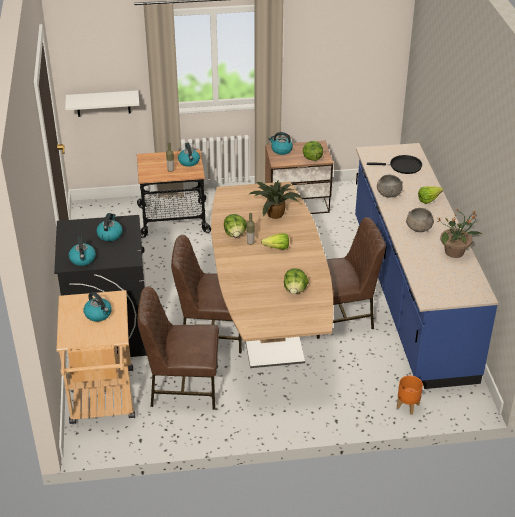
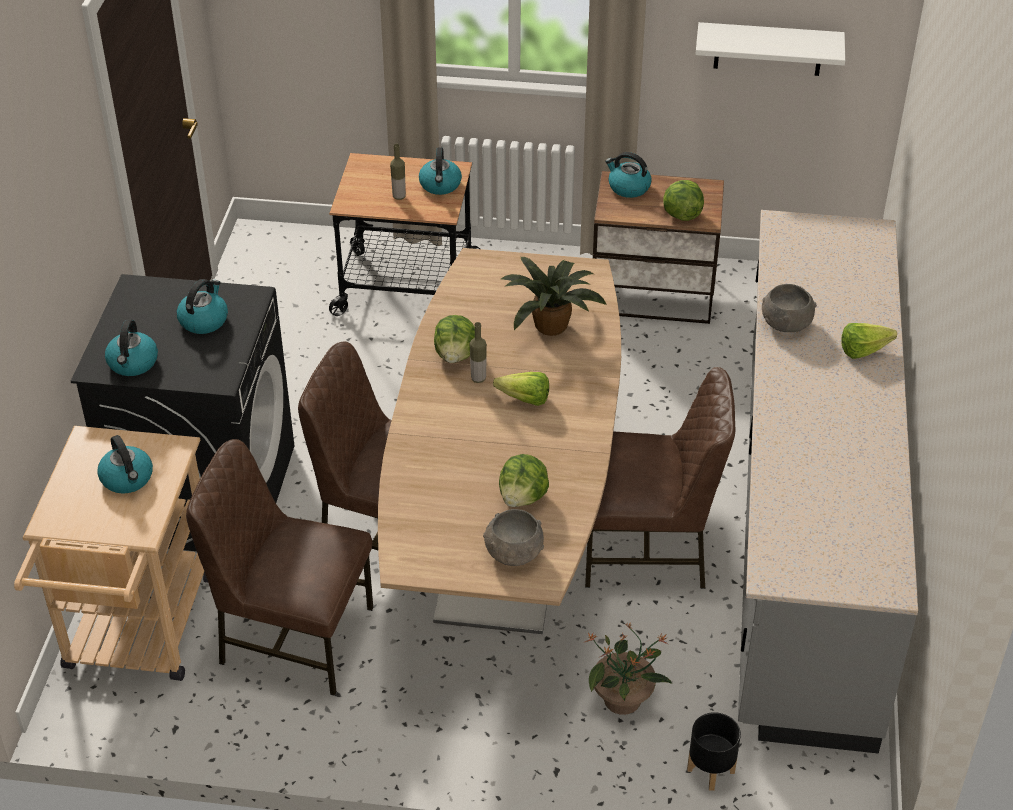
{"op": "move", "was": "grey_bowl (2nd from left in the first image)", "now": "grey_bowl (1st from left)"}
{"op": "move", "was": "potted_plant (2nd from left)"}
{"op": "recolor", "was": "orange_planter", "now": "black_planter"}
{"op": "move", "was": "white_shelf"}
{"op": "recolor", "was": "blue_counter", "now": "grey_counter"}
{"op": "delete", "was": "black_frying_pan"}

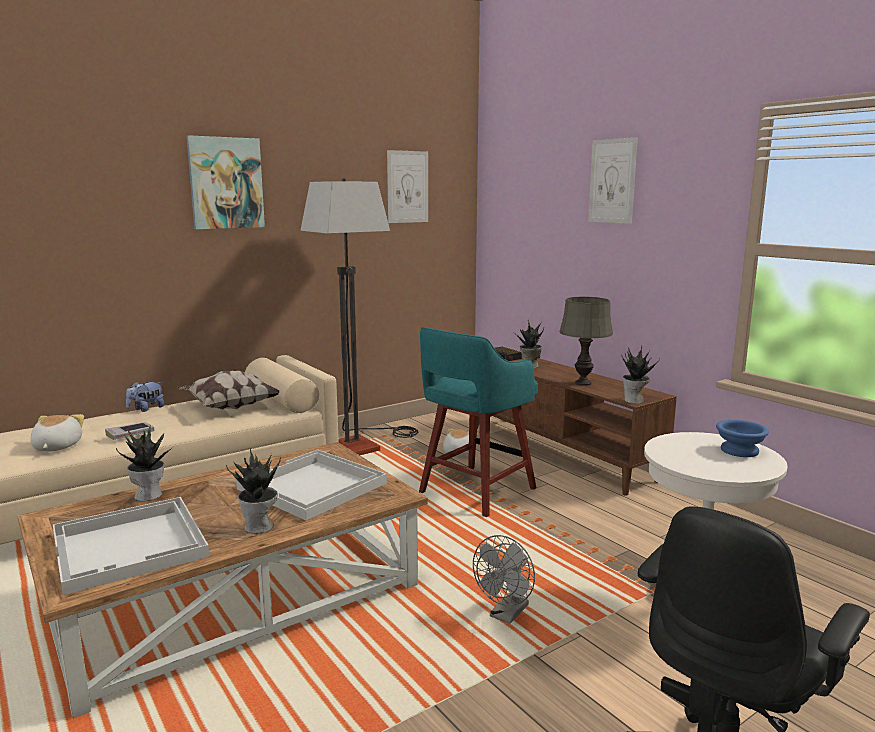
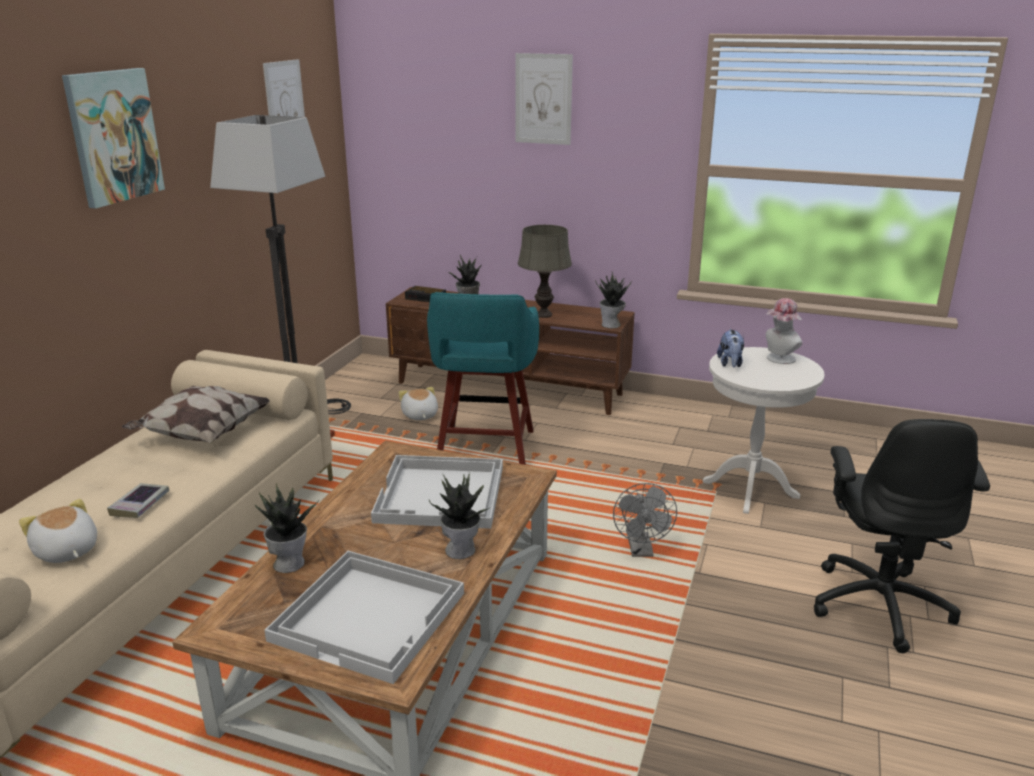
{"op": "move", "was": "plush_toy (2nd from left in the first image)", "now": "plush_toy (3rd from left)"}
{"op": "replace", "was": "blue_bowl", "now": "hat"}

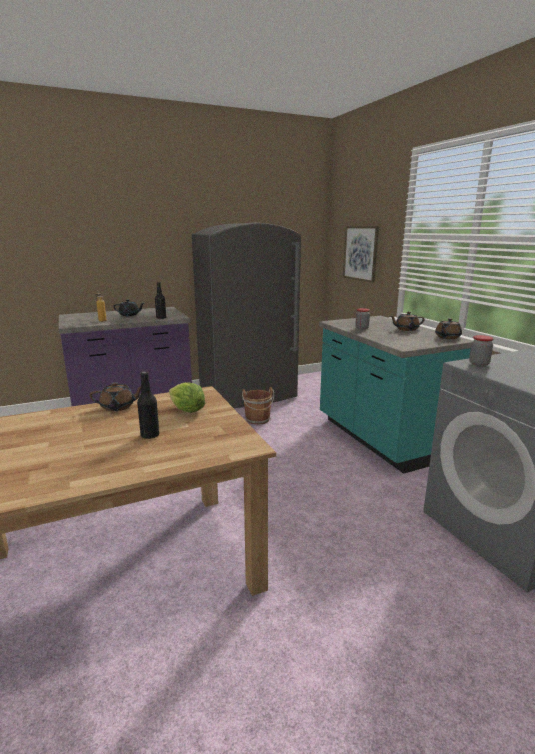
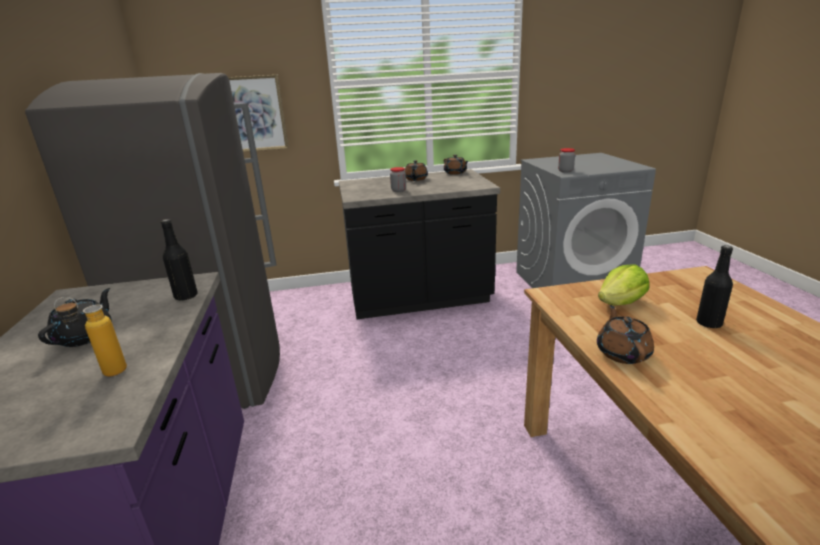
{"op": "recolor", "was": "turquoise_counter", "now": "black_counter"}
{"op": "delete", "was": "brown_bucket"}

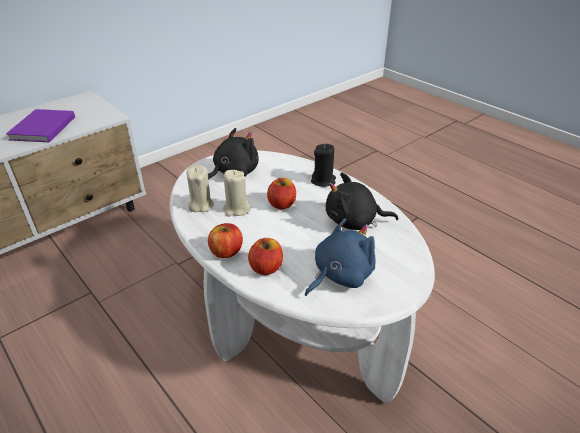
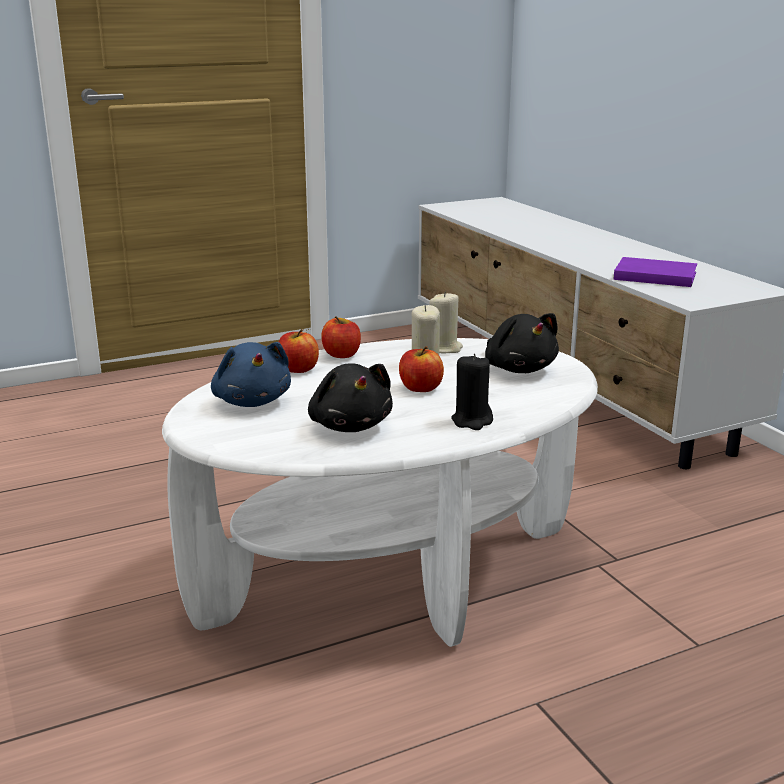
{"op": "rotate", "was": "black_plush_toy (2nd from left in the first image)", "clockwise": 135}

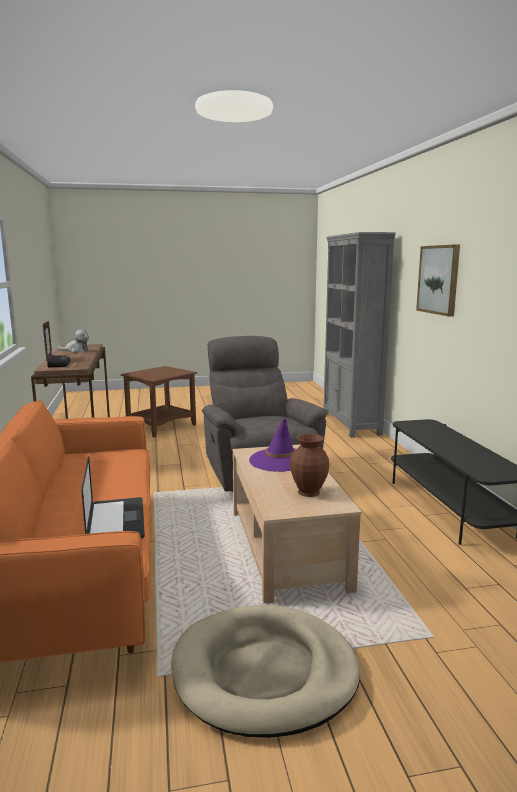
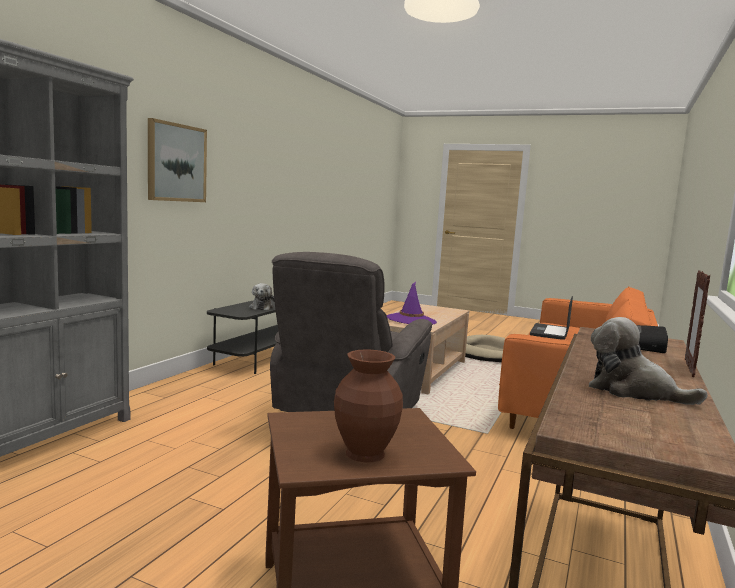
{"op": "insert", "now": "plush_toy (1st from left)"}
{"op": "move", "was": "brown_vase"}

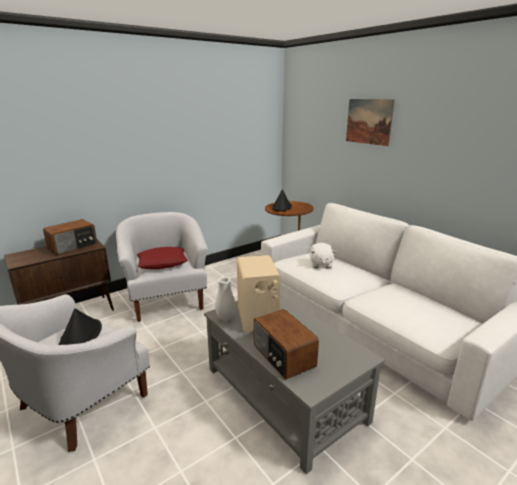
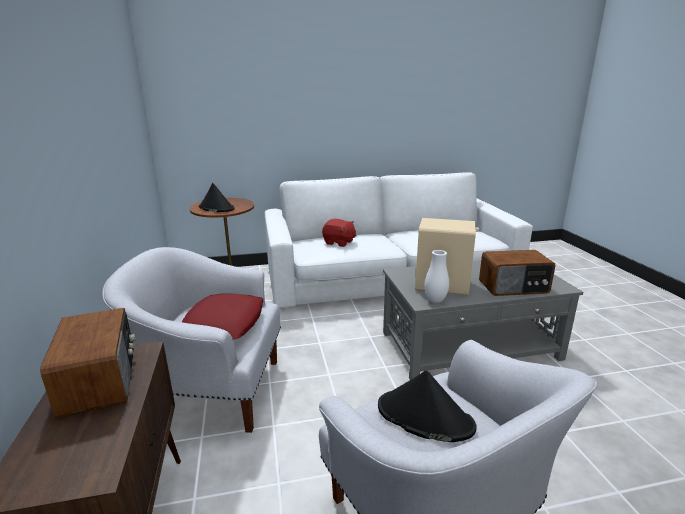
{"op": "recolor", "was": "white_plush_toy", "now": "red_plush_toy"}
{"op": "delete", "was": "picture"}

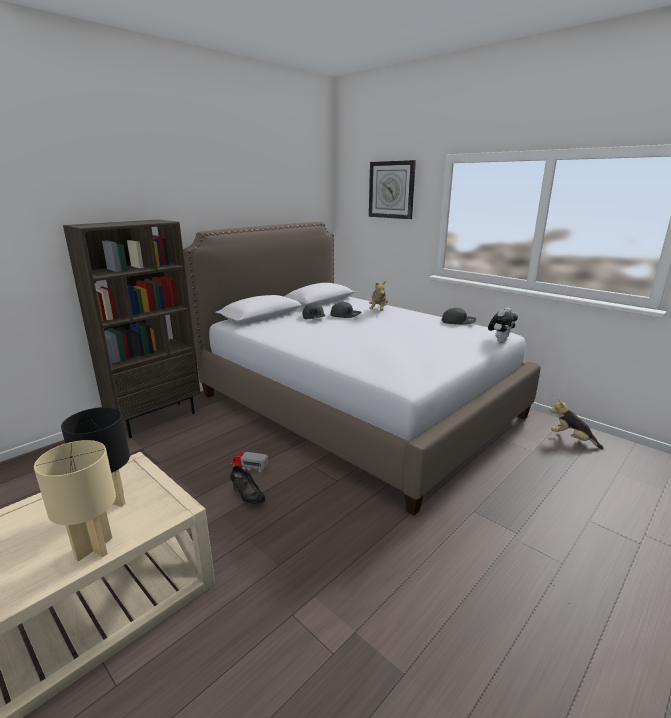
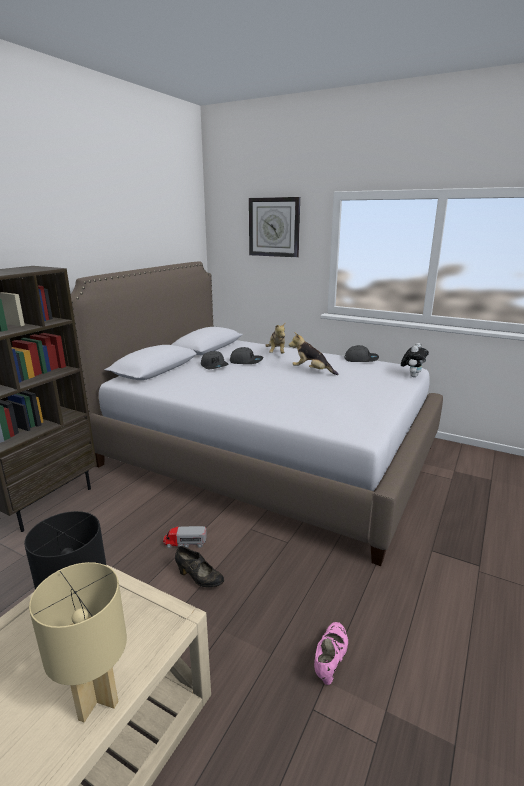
{"op": "move", "was": "plush_toy (3rd from left in the first image)", "now": "plush_toy (2nd from left)"}
{"op": "insert", "now": "pink_shoe"}

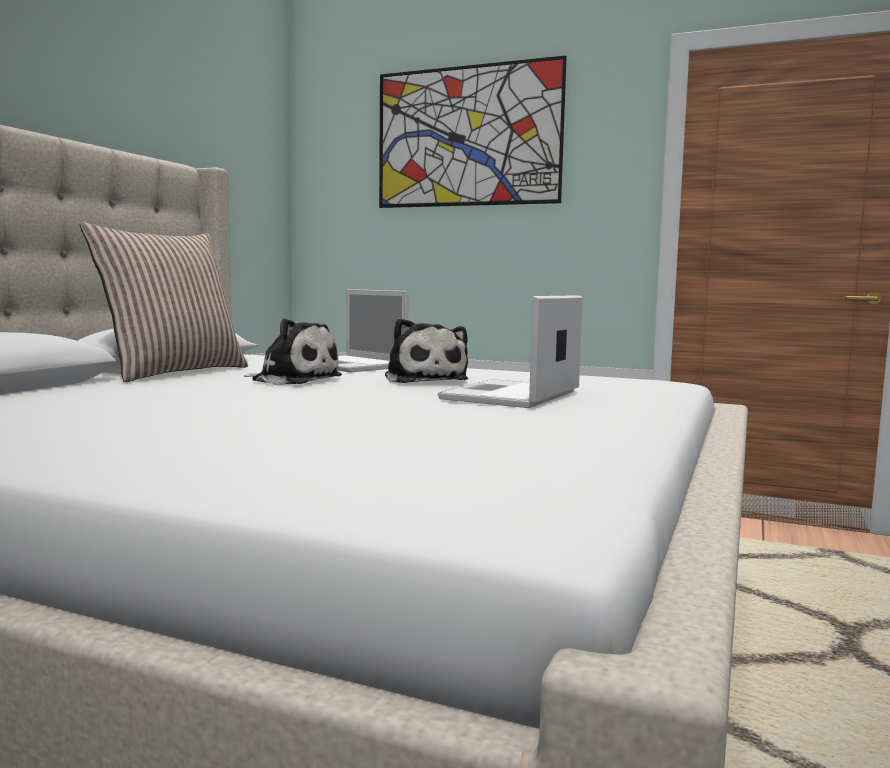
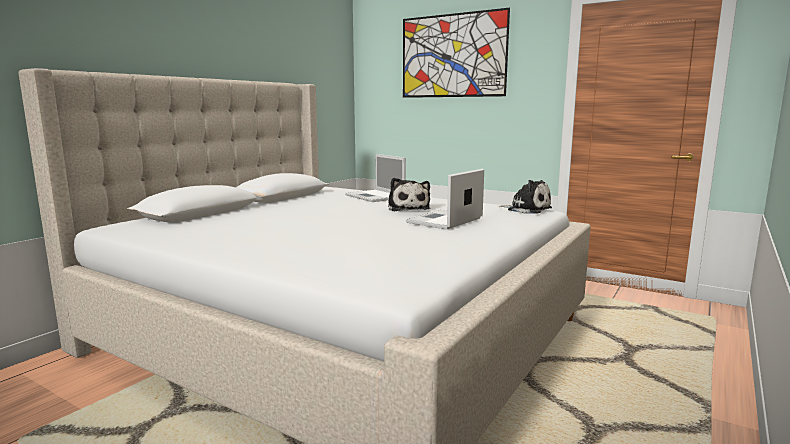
{"op": "move", "was": "plush_toy (1st from left in the first image)", "now": "plush_toy (2nd from left)"}
{"op": "delete", "was": "pillow"}

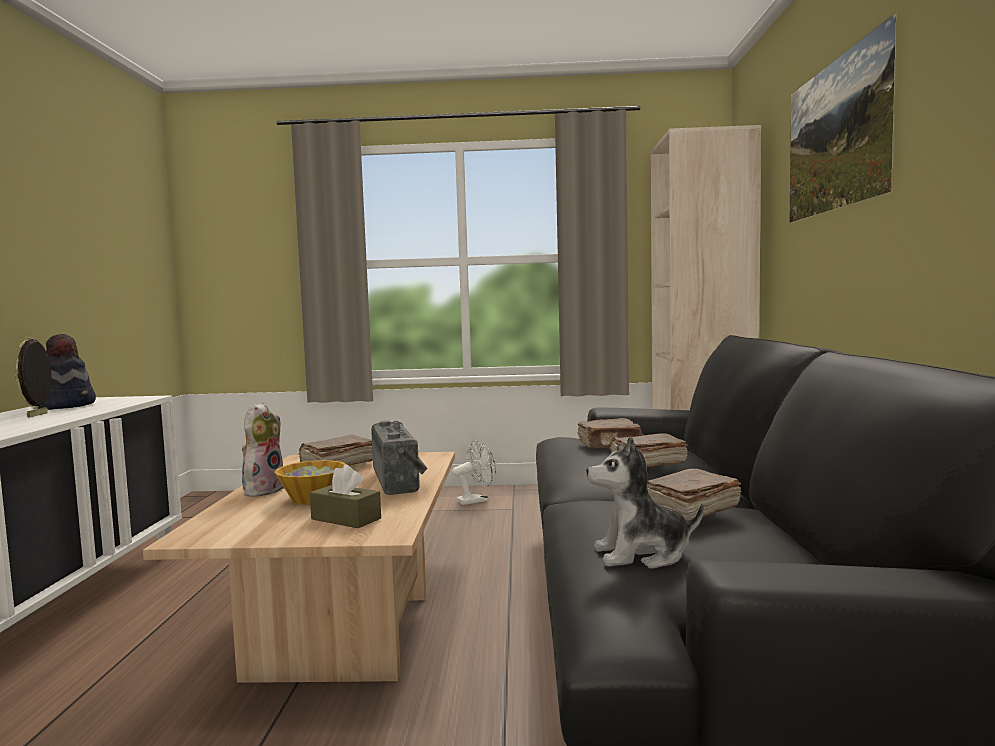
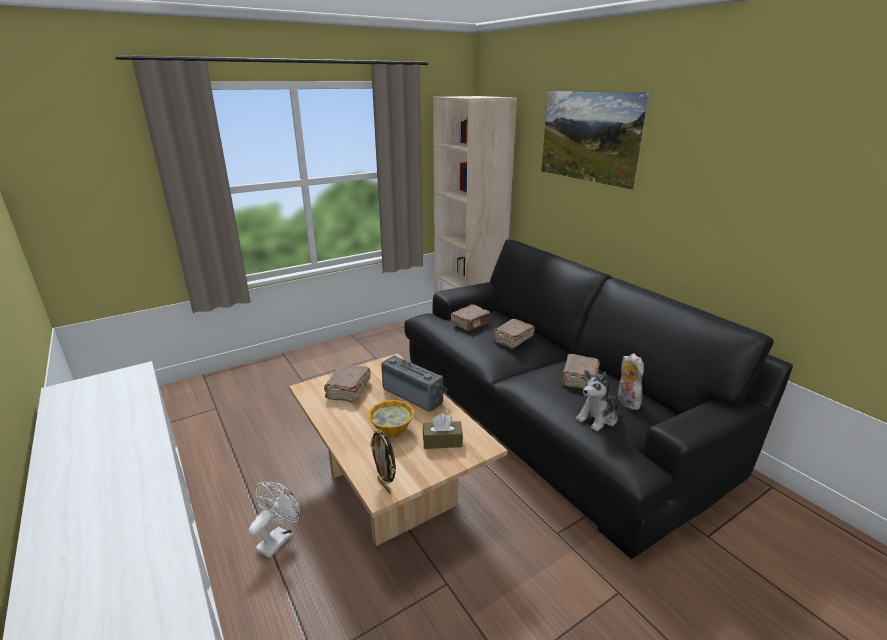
{"op": "move", "was": "white_fan"}
{"op": "move", "was": "picture_frame"}
{"op": "move", "was": "plush_toy (1st from left in the first image)", "now": "plush_toy (2nd from left)"}
{"op": "delete", "was": "hat"}

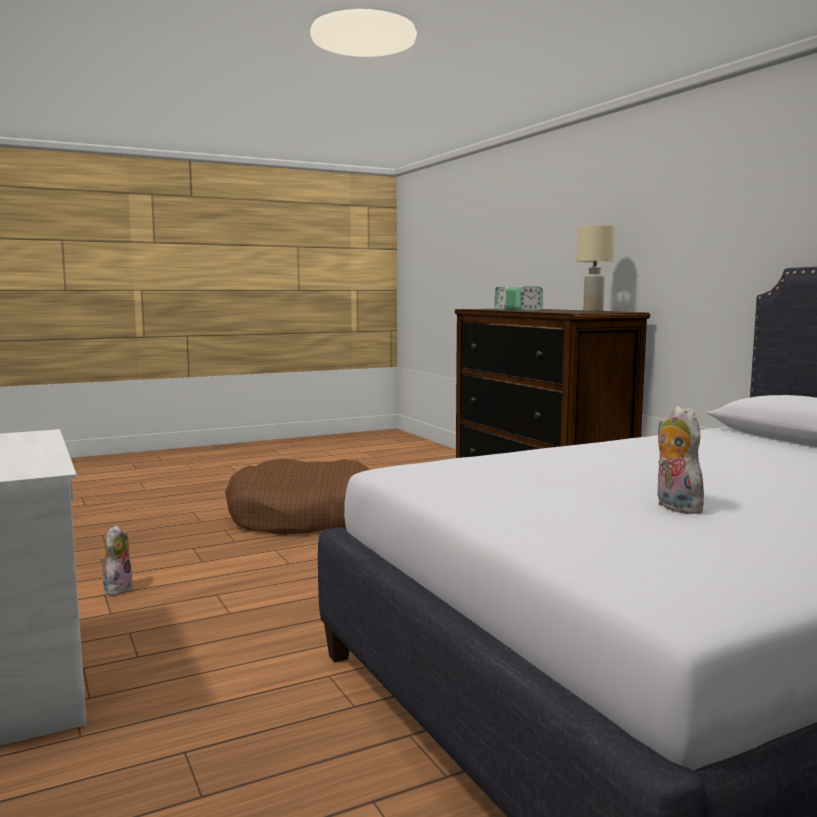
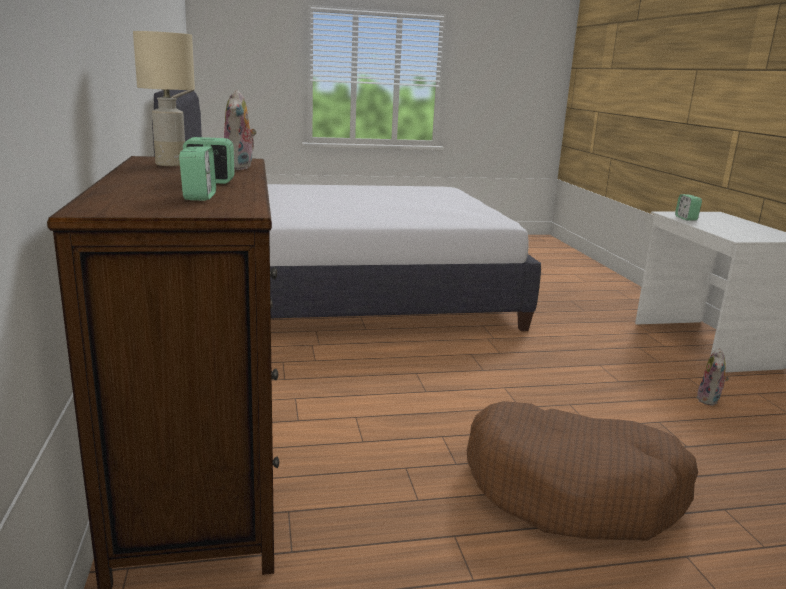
{"op": "move", "was": "plush_toy (2nd from left in the first image)", "now": "plush_toy (1st from left)"}
{"op": "insert", "now": "alarm_clock (3rd from left)"}

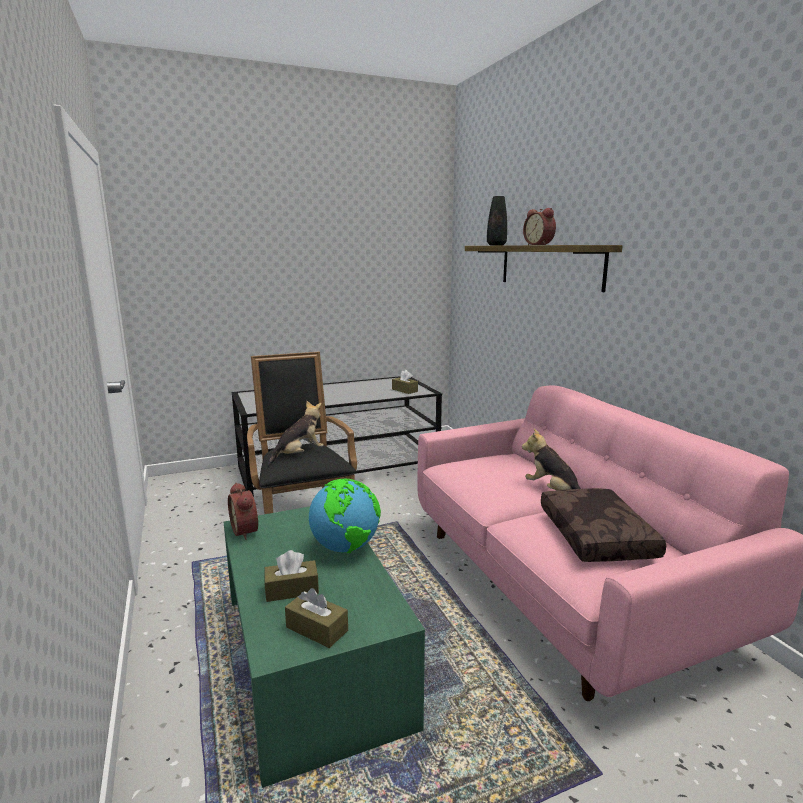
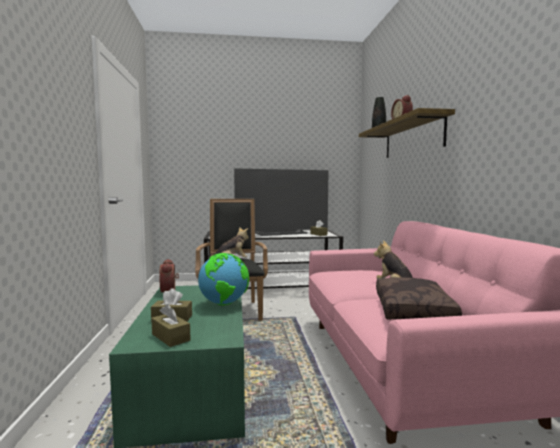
{"op": "insert", "now": "television"}

